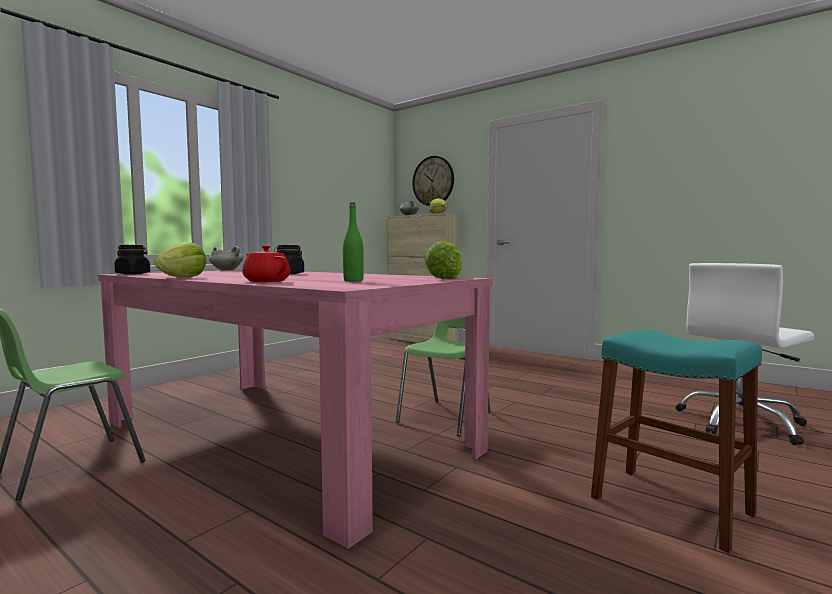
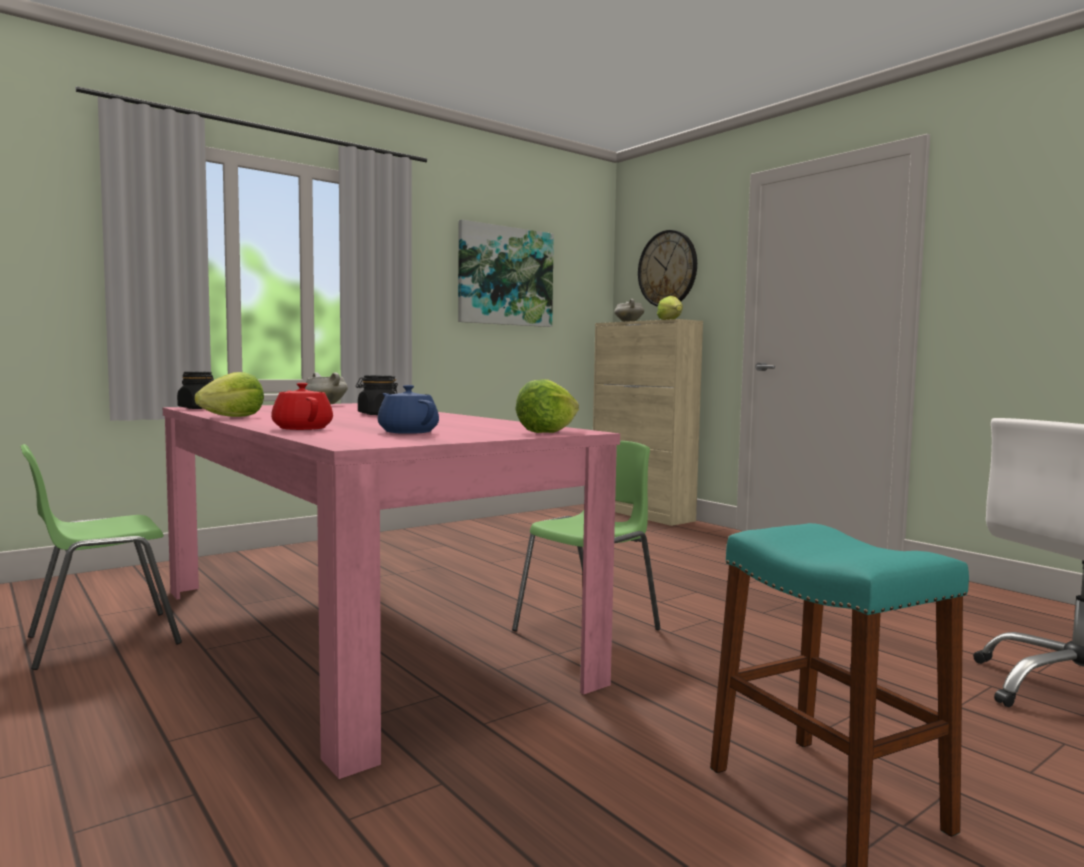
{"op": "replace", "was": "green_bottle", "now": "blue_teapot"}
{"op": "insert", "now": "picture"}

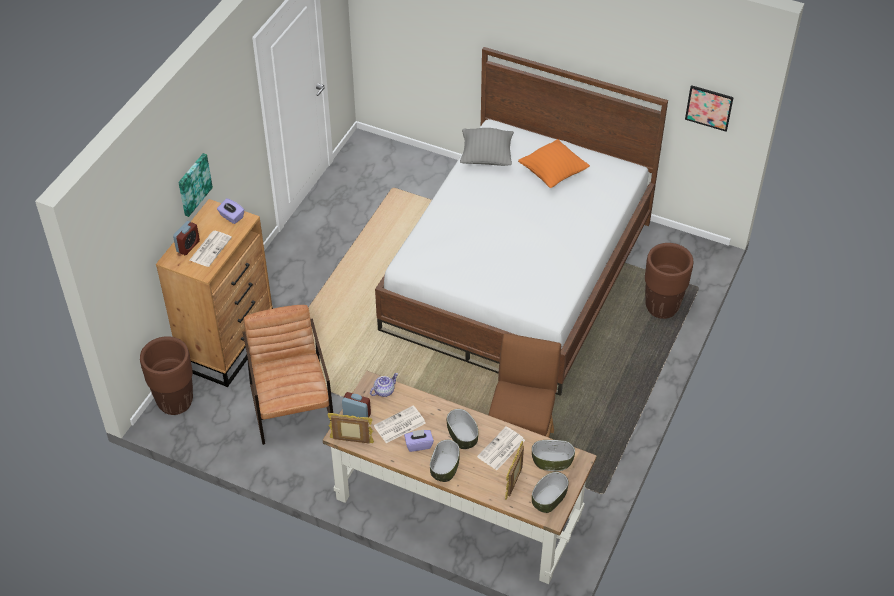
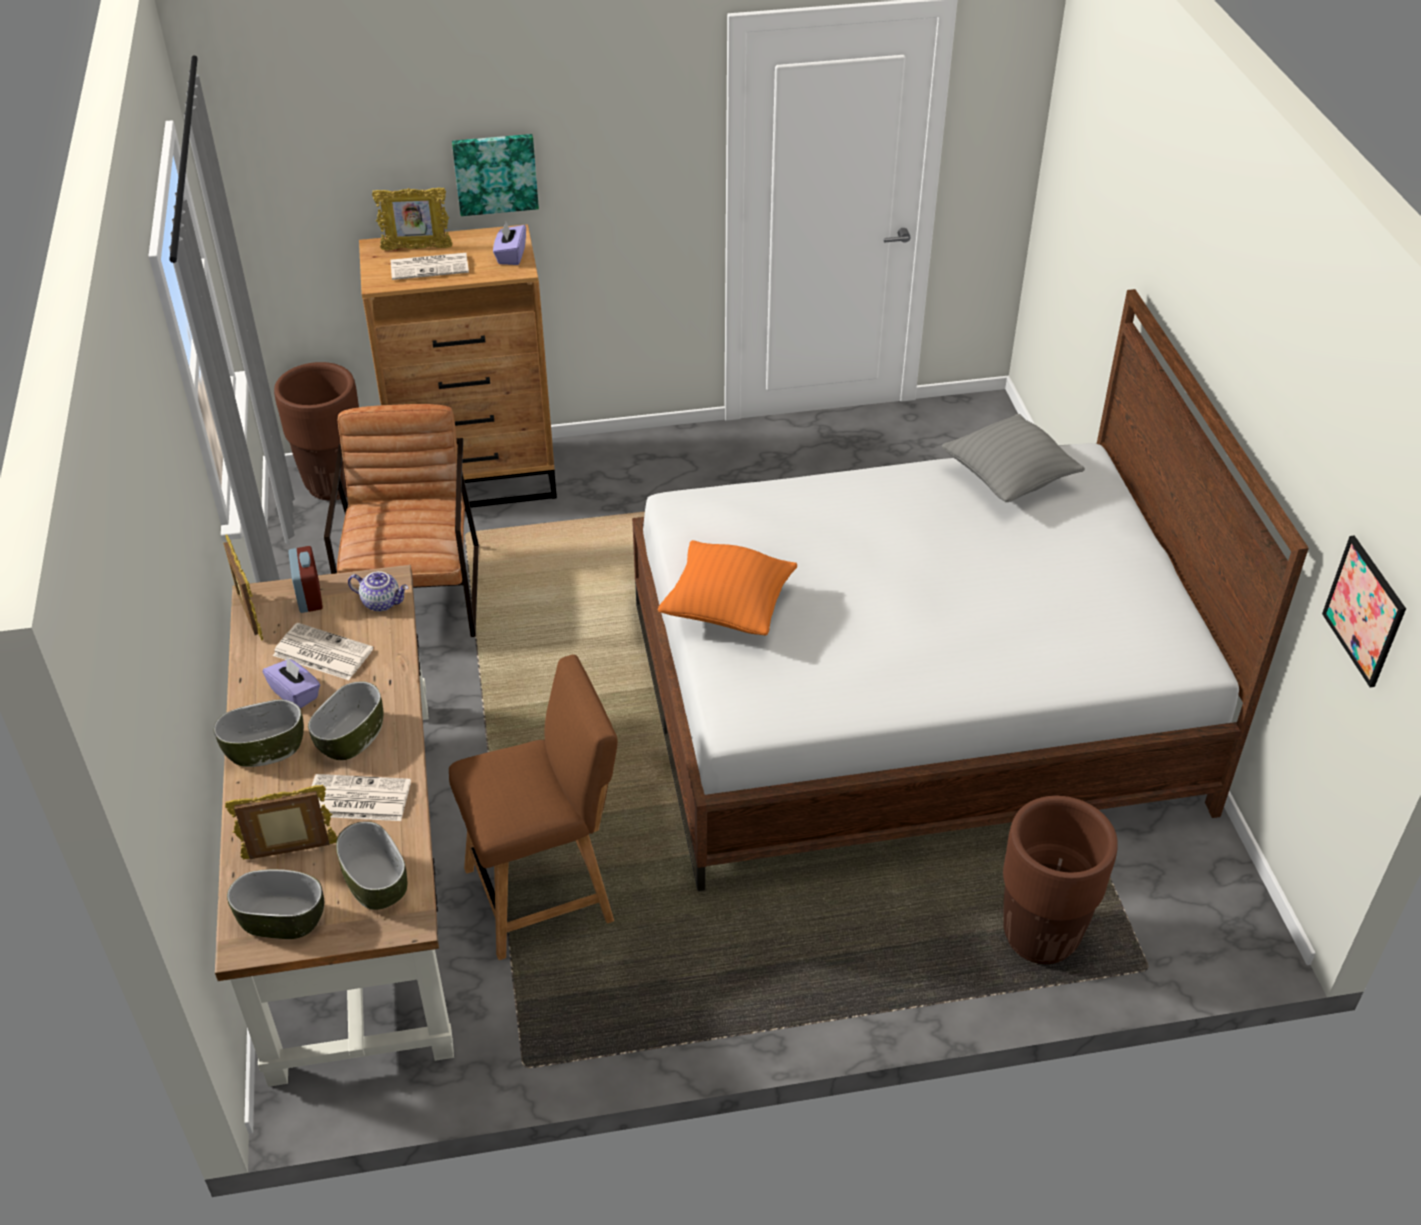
{"op": "rotate", "was": "brown_armchair", "clockwise": -45}
{"op": "replace", "was": "alarm_clock (1st from left)", "now": "picture_frame (3rd from left)"}
{"op": "move", "was": "orange_pillow"}

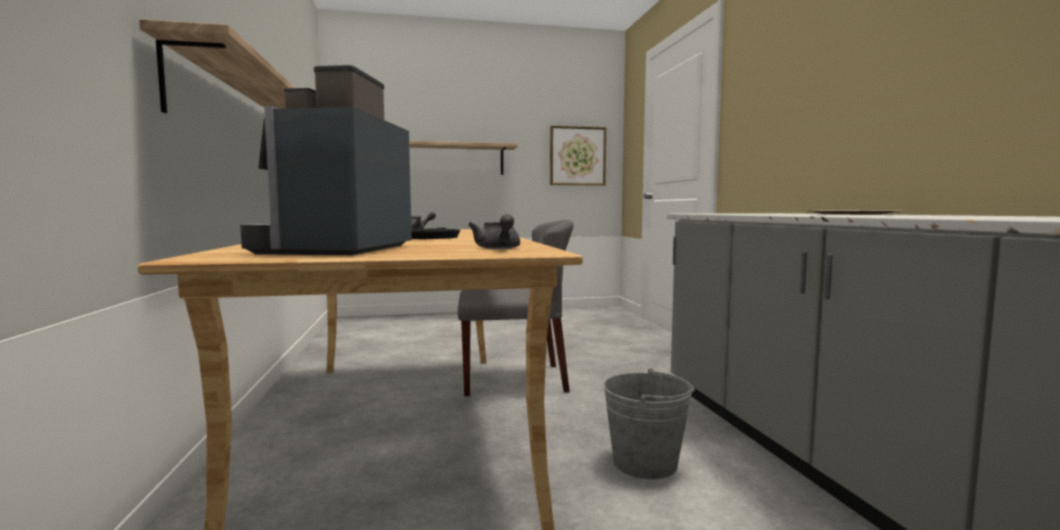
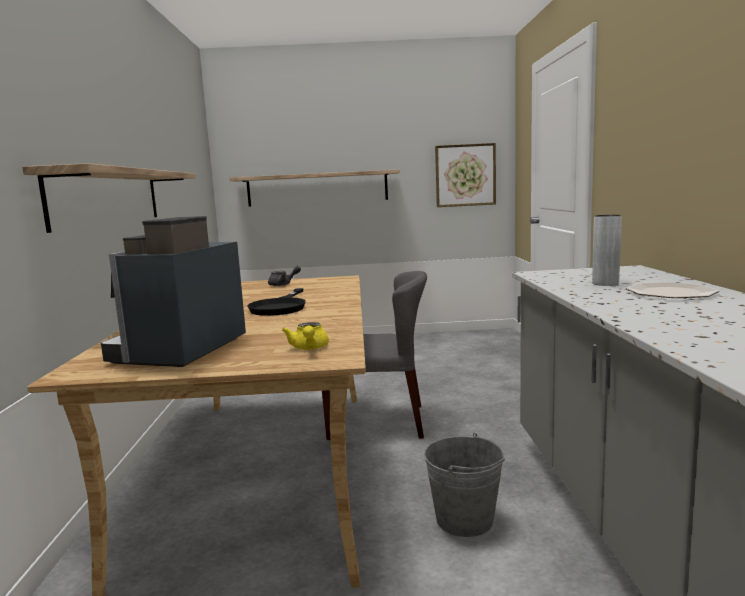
{"op": "recolor", "was": "grey_teapot (2nd from left)", "now": "yellow_teapot"}
{"op": "insert", "now": "grey_vase"}

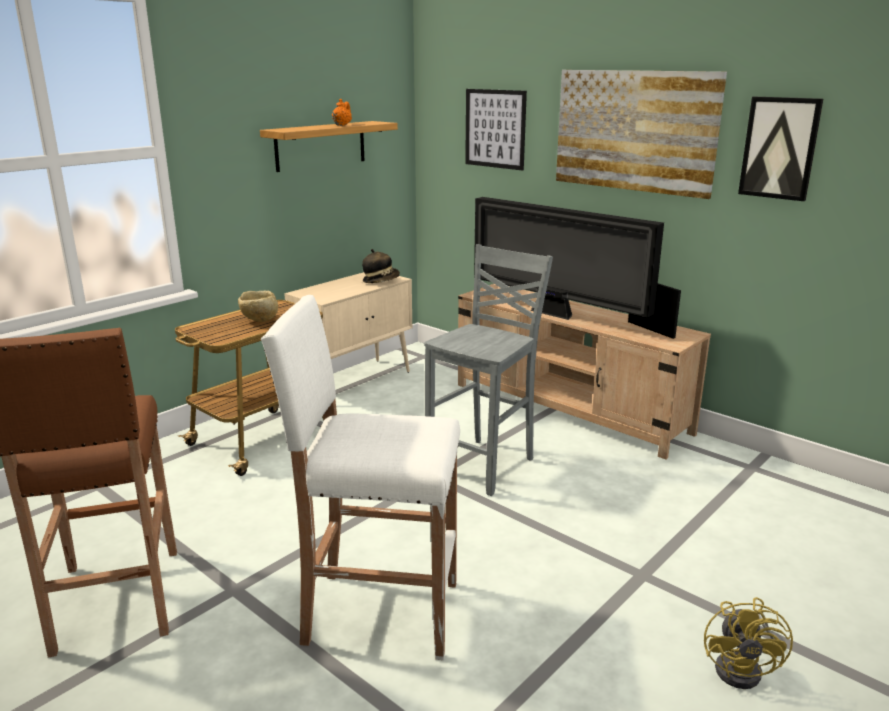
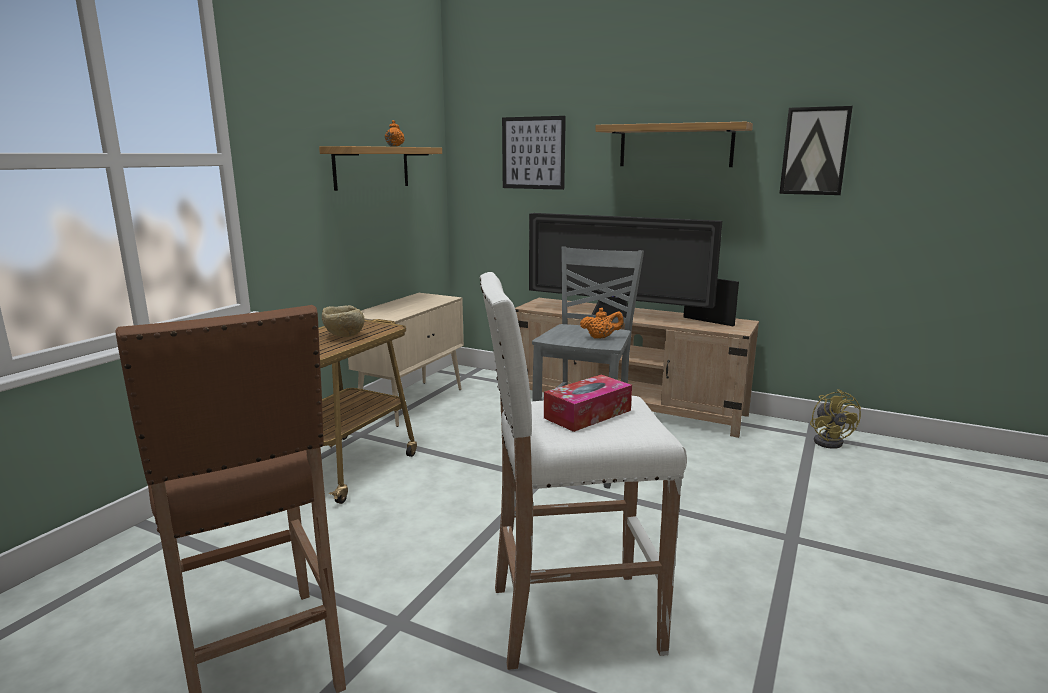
{"op": "insert", "now": "tissue_box"}
{"op": "insert", "now": "orange_teapot (2nd from left)"}
{"op": "replace", "was": "picture (2nd from left)", "now": "shelf (2nd from left)"}
{"op": "move", "was": "yellow_fan"}
{"op": "delete", "was": "hat"}

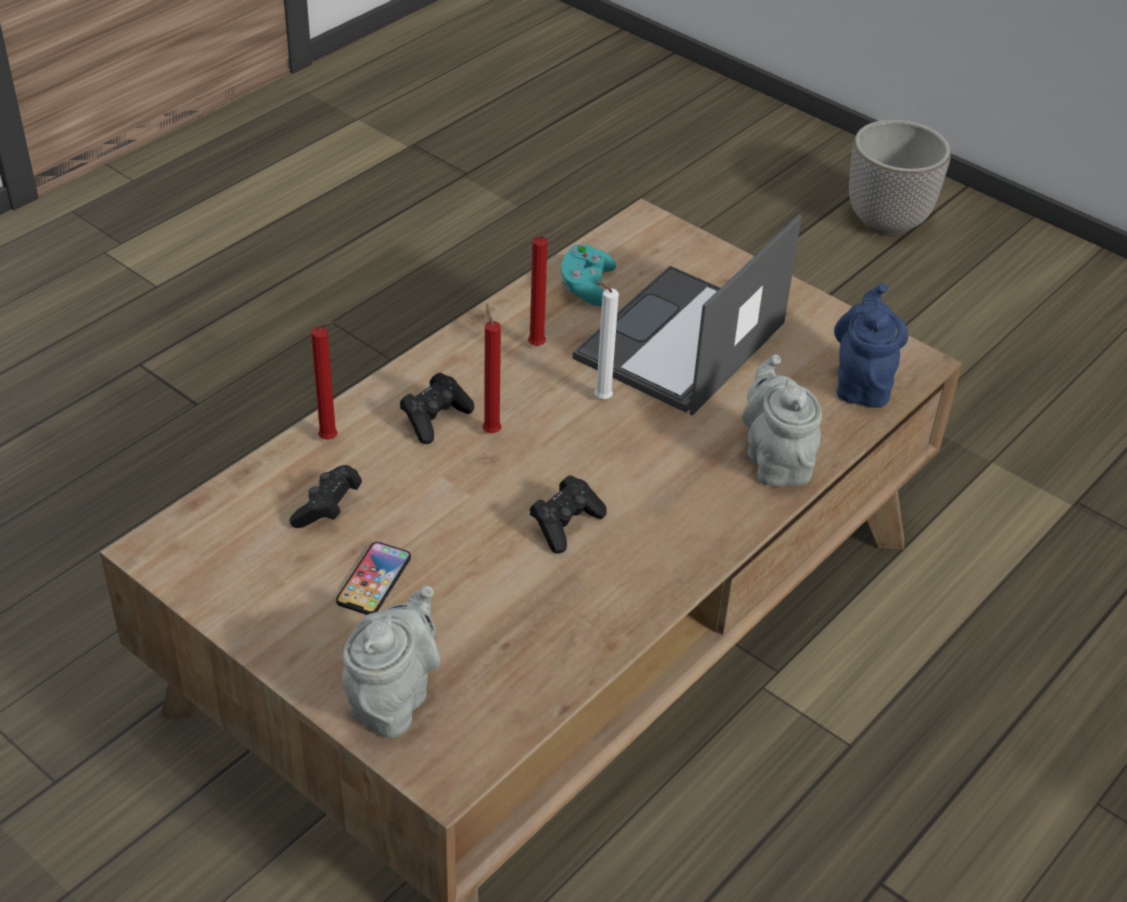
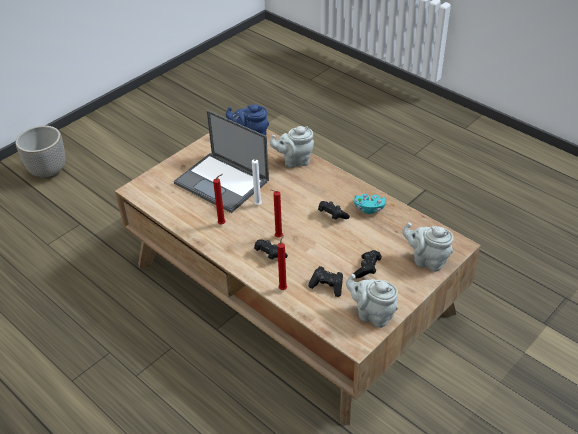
{"op": "insert", "now": "grey_teapot (2nd from left)"}
{"op": "move", "was": "turquoise_game_controller"}
{"op": "replace", "was": "phone", "now": "black_game_controller (4th from left)"}

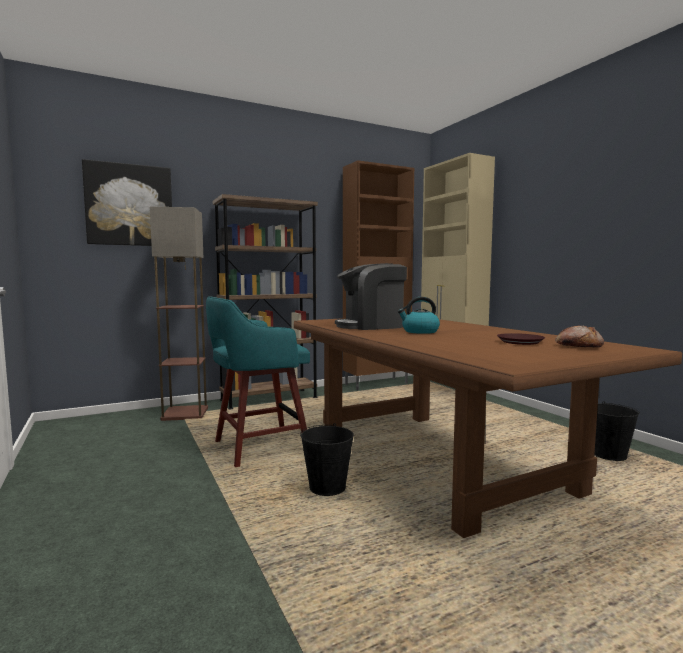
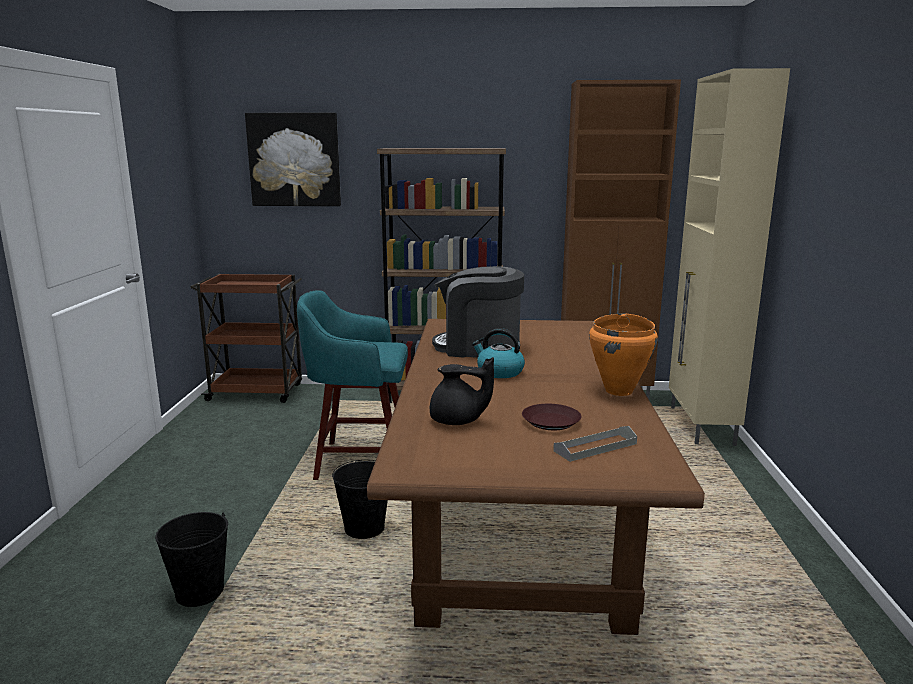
{"op": "move", "was": "black_bucket (2nd from left in the first image)", "now": "black_bucket (1st from left)"}
{"op": "insert", "now": "brown_cart"}
{"op": "insert", "now": "black_teapot"}
{"op": "replace", "was": "bread", "now": "grey_tray"}
{"op": "insert", "now": "orange_cooking_pot"}
{"op": "delete", "was": "floor_lamp"}

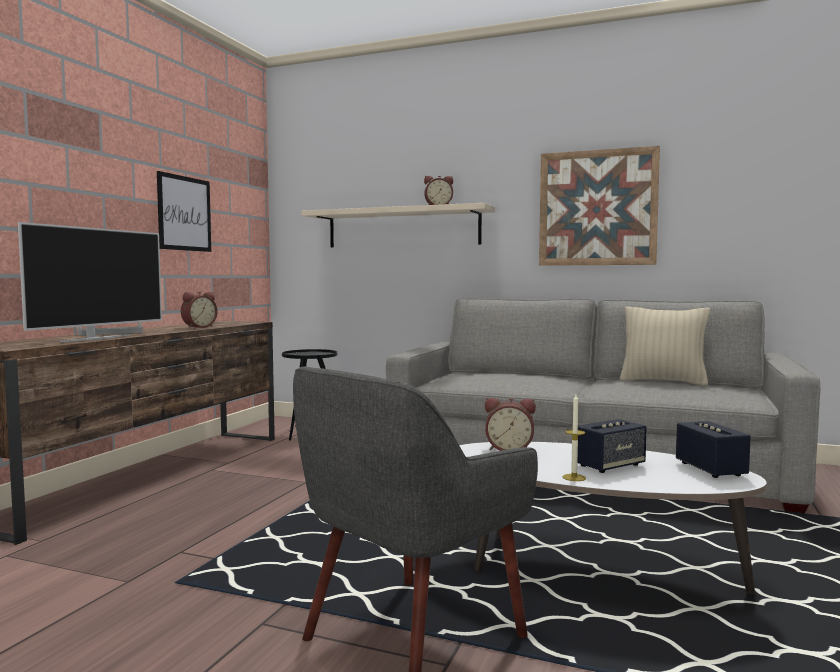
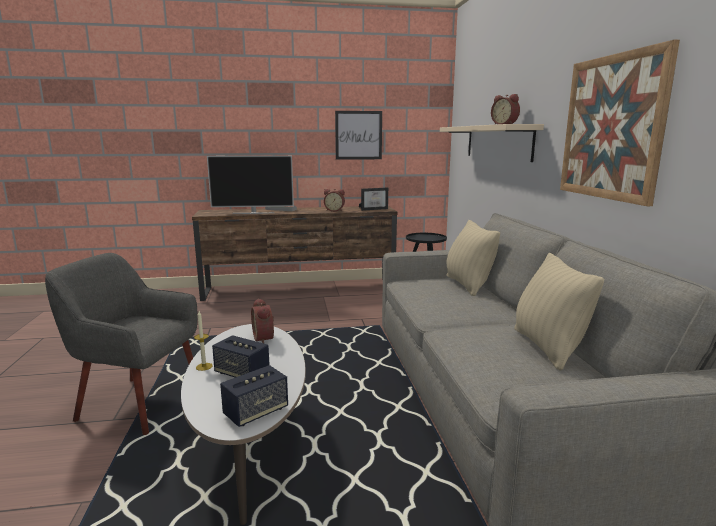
{"op": "insert", "now": "picture_frame"}
{"op": "insert", "now": "beige_pillow (1st from left)"}

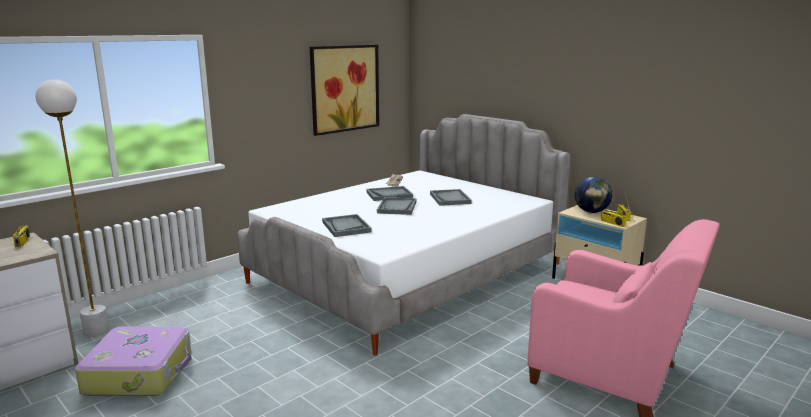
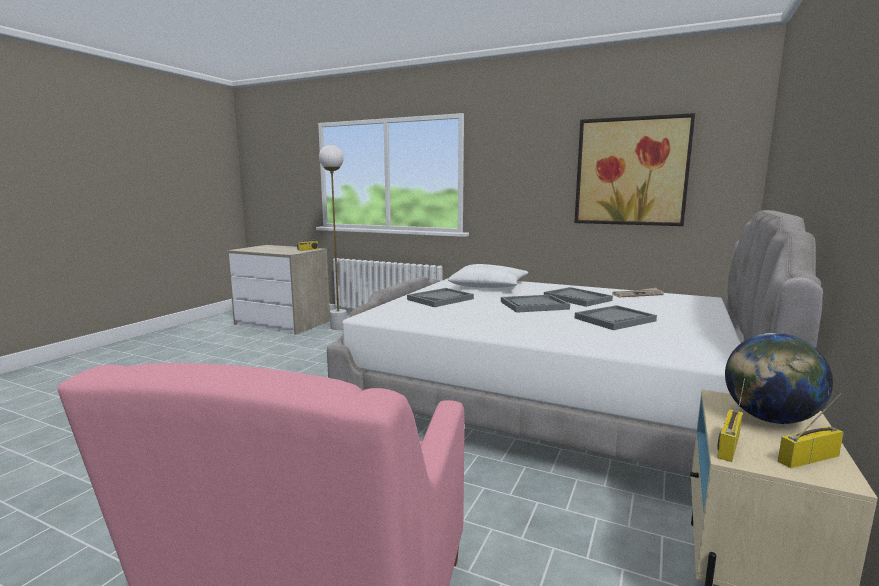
{"op": "insert", "now": "white_pillow"}
{"op": "delete", "was": "suitcase"}

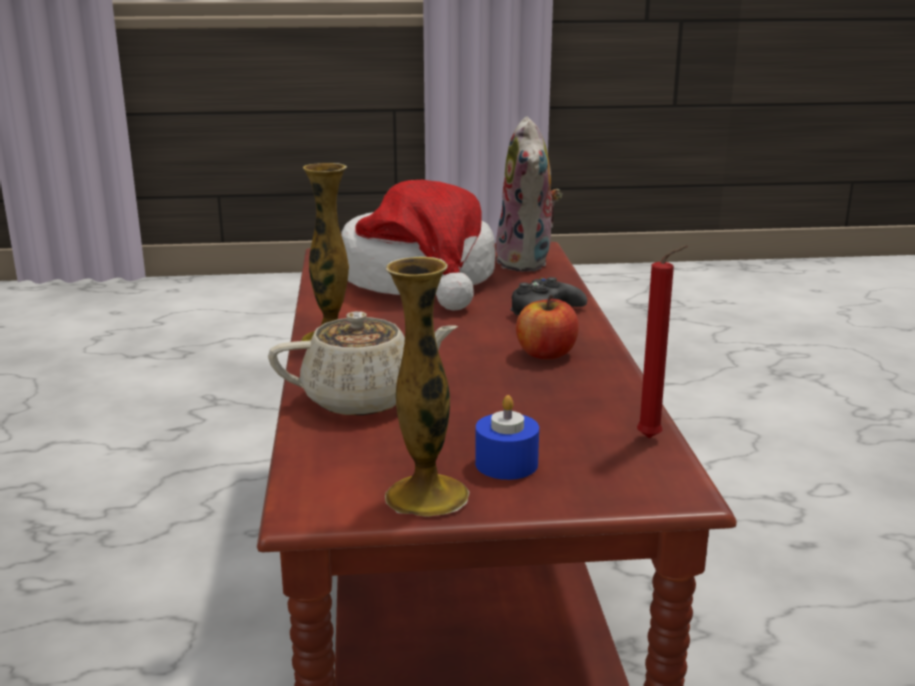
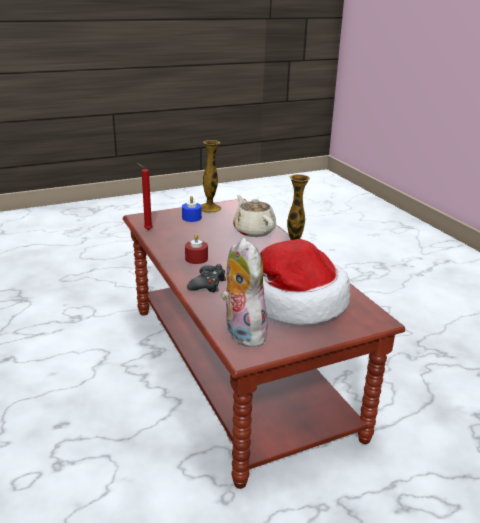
{"op": "replace", "was": "apple", "now": "red_candle (2nd from left)"}
{"op": "rotate", "was": "beige_teapot", "clockwise": 90}

